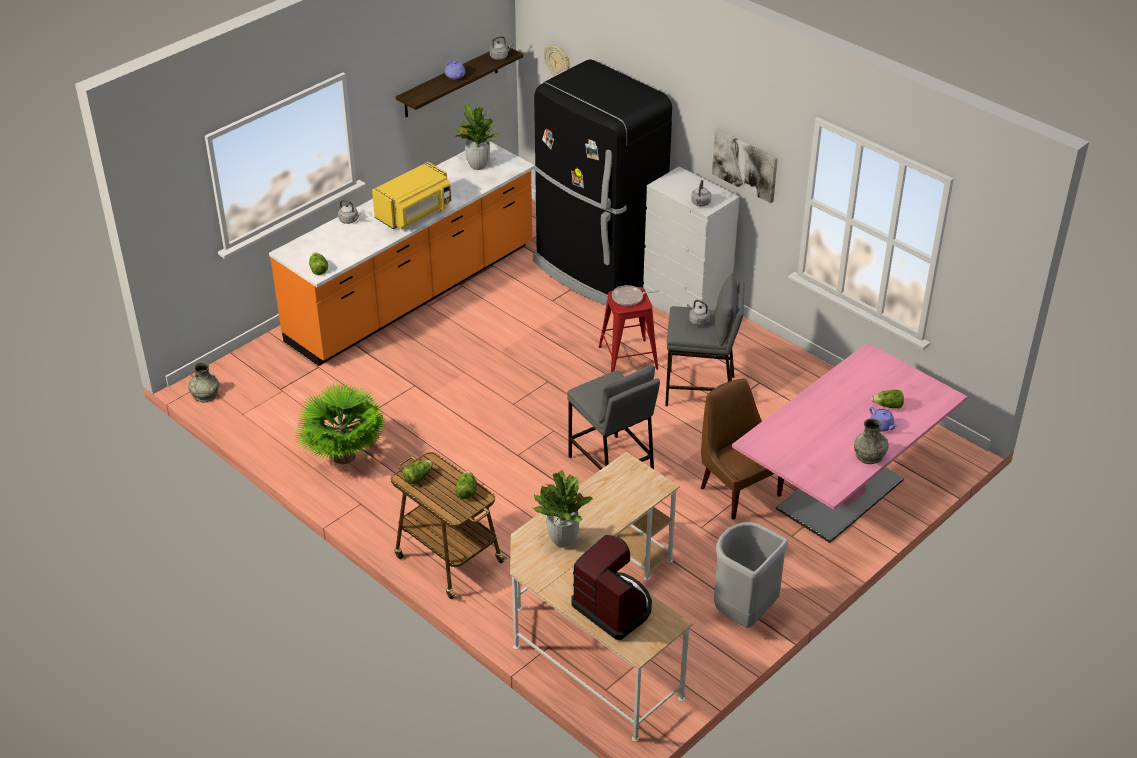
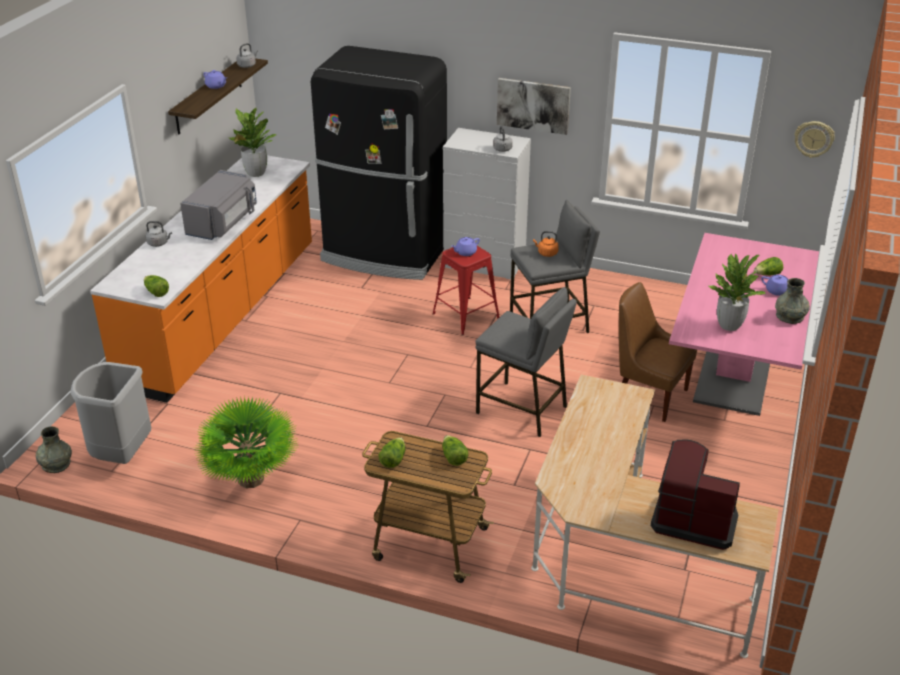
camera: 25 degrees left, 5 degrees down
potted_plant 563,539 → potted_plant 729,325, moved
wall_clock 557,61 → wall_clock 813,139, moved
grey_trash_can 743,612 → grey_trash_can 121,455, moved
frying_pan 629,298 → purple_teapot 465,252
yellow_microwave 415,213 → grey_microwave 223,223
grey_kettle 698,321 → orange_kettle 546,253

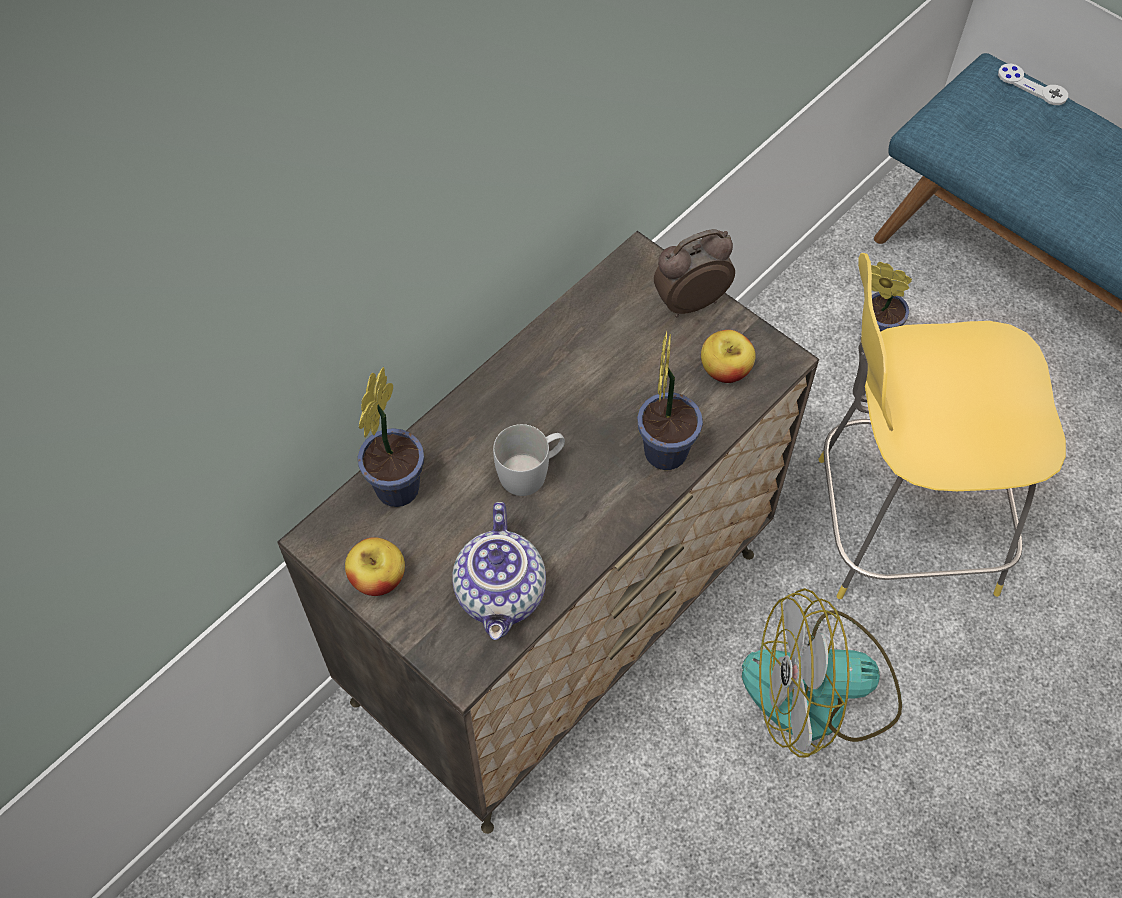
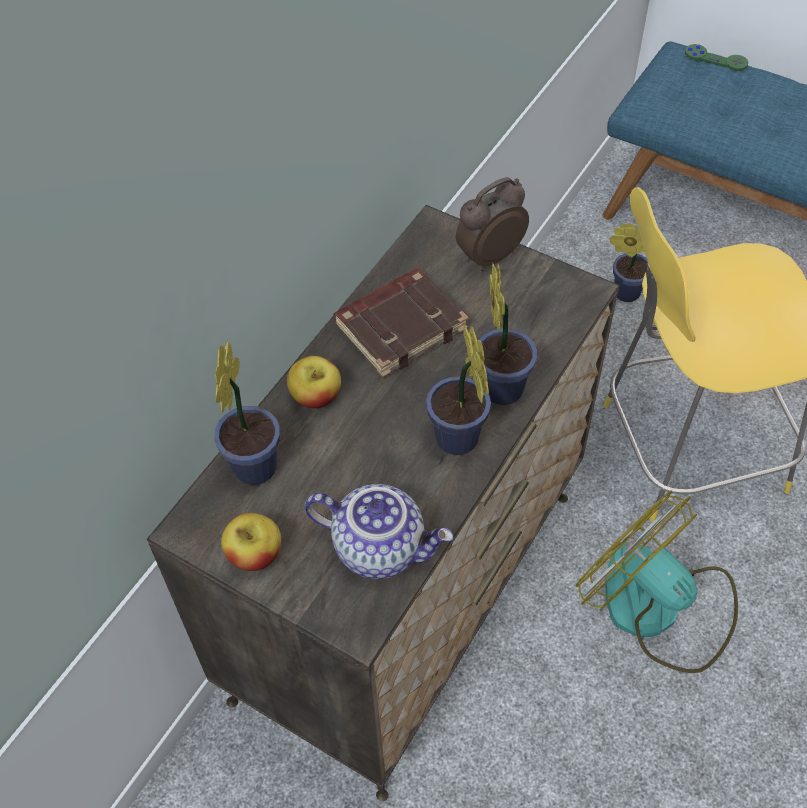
camera: 10 degrees left, 5 degrees down
white_mug 531,471 → -
- → brown_book 400,326
- → potted_plant 458,443
apple 725,370 → apple 316,396, moved
white_game_controller 1032,86 → green_game_controller 715,59
teapot 503,594 → teapot 381,546, 60 degrees counterclockwise
fan 820,693 → fan 657,608, 60 degrees clockwise

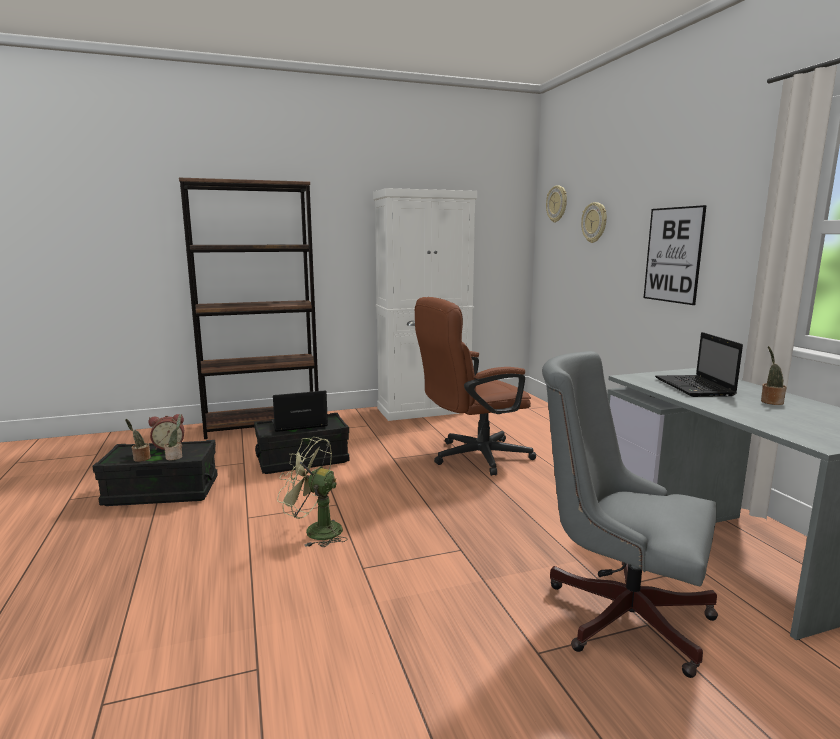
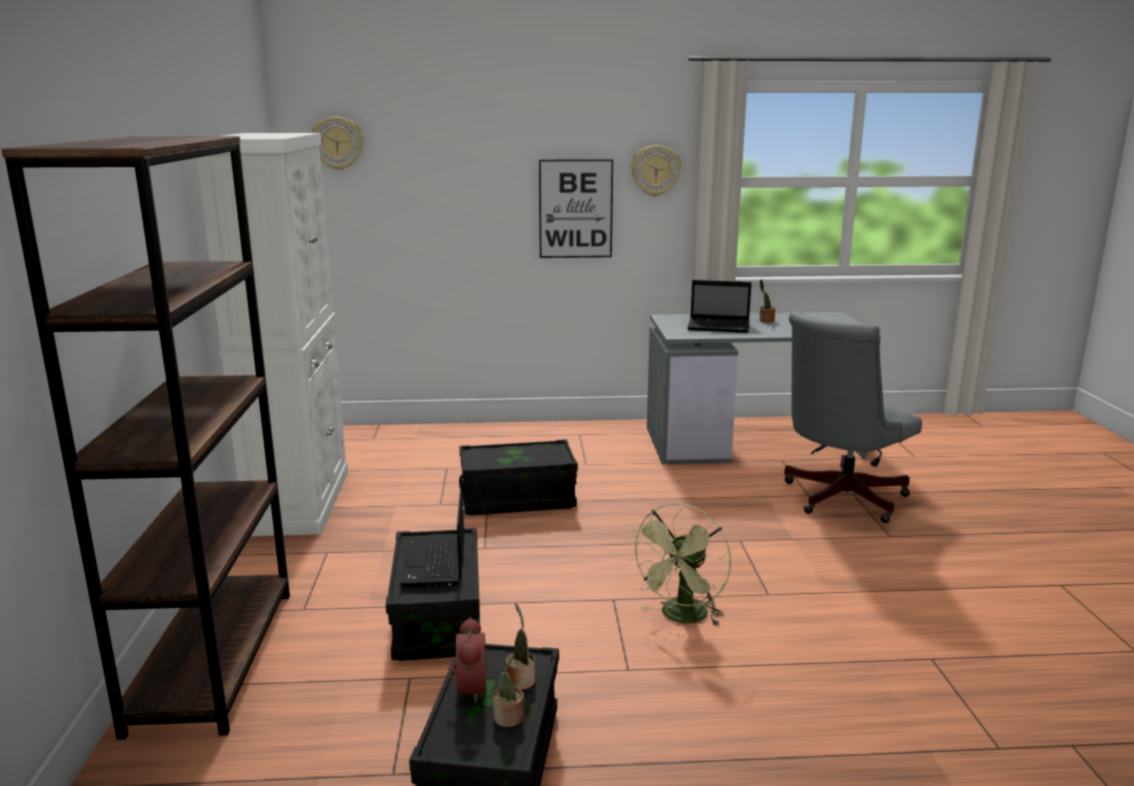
camera: 75 degrees left, 5 degrees up
wall_clock 594,222 → wall_clock 655,170, moved
brown_office_chair 472,457 → black_storage_box 517,499

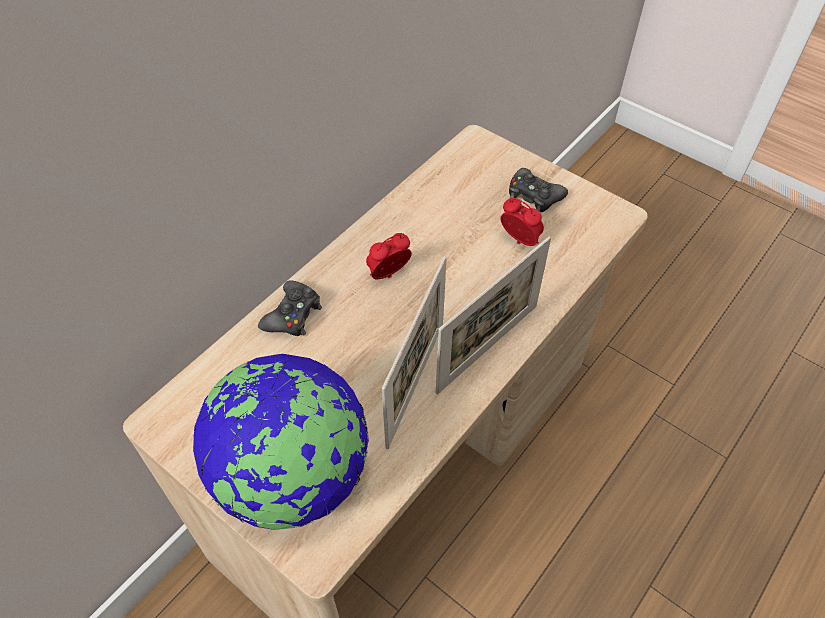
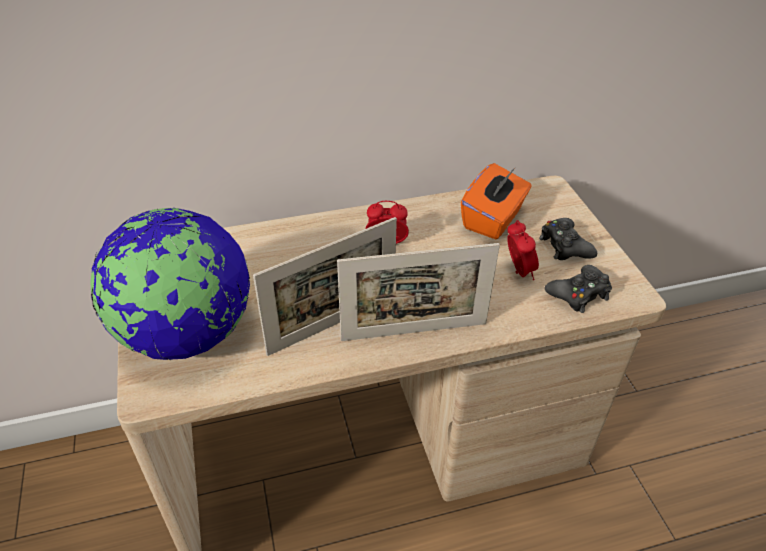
camera: 35 degrees right, 10 degrees down
- → orange_tissue_box 493,219
black_game_controller 293,315 → black_game_controller 579,294, moved

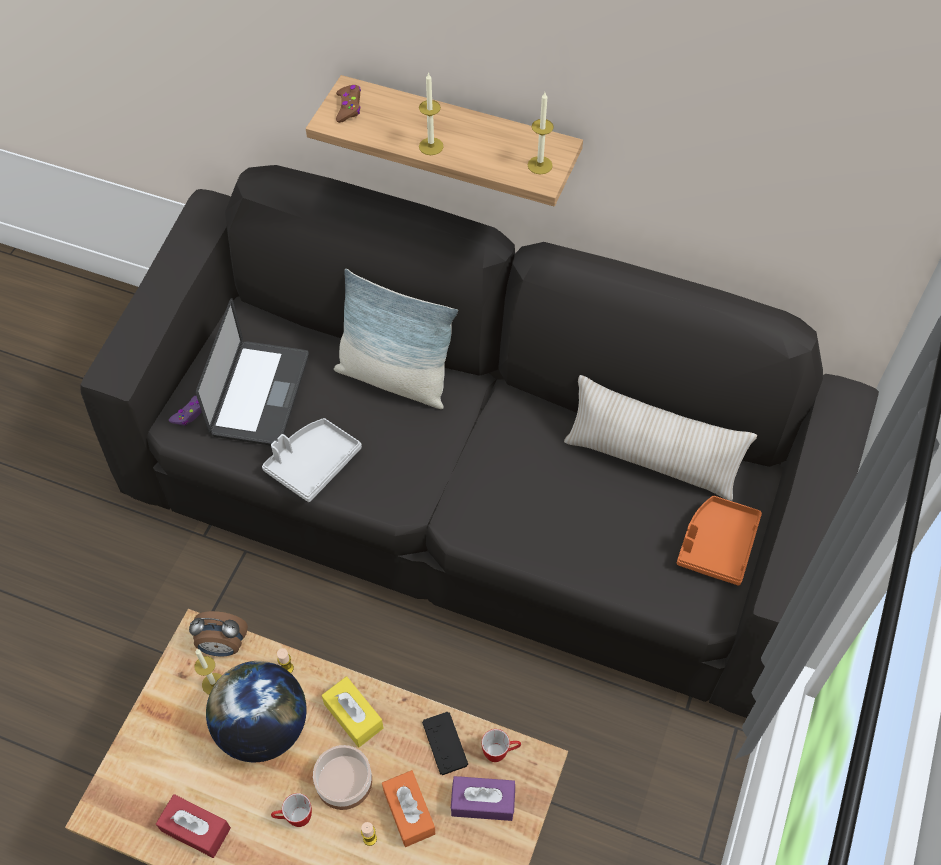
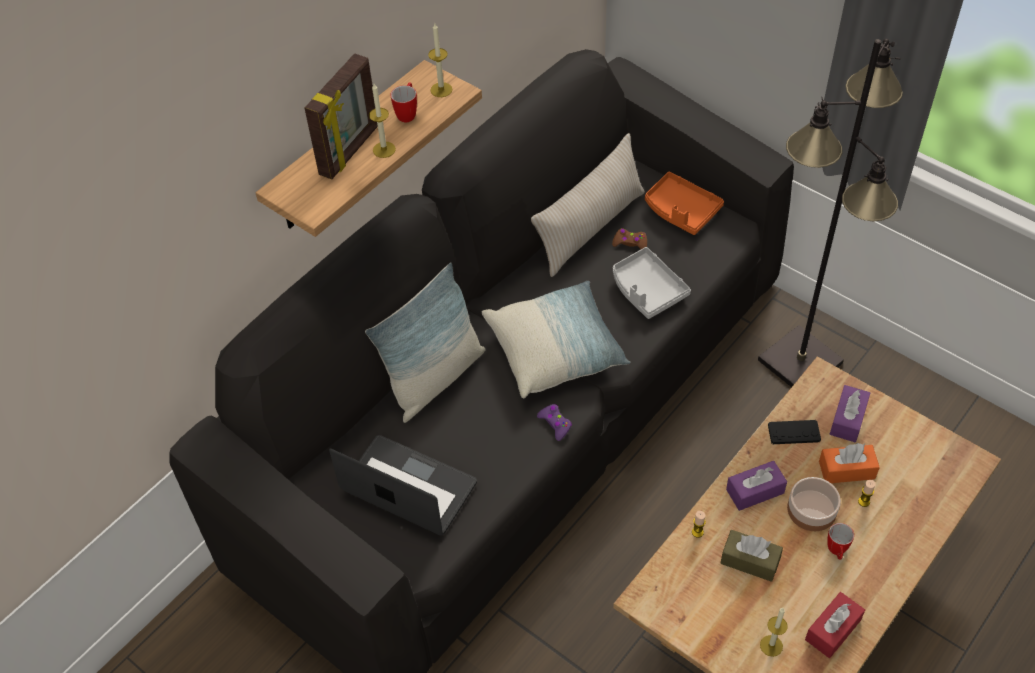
camera: 70 degrees left, 5 degrees down
alarm_clock 223,646 → -
- → picture_frame 350,151
- → pillow 555,350
- → black_floor_lamp 801,362
purple_game_controller 190,414 → purple_game_controller 555,424, moved
candle 213,684 → candle 771,645, moved
grey_tray 313,464 → grey_tray 647,290, moved
brown_game_controller 349,107 → brown_game_controller 630,243, moved
mug 500,752 → mug 408,113, moved
globe 263,727 → brown_tissue_box 750,561
yellow_tissue_box 353,716 → purple_tissue_box 755,491

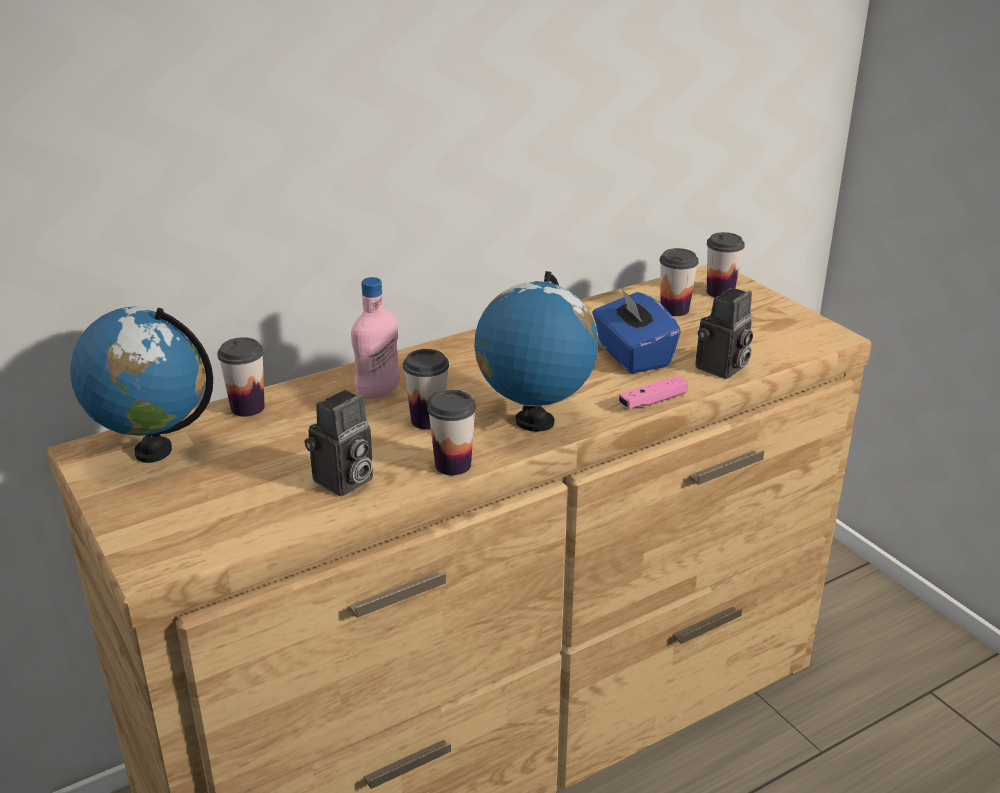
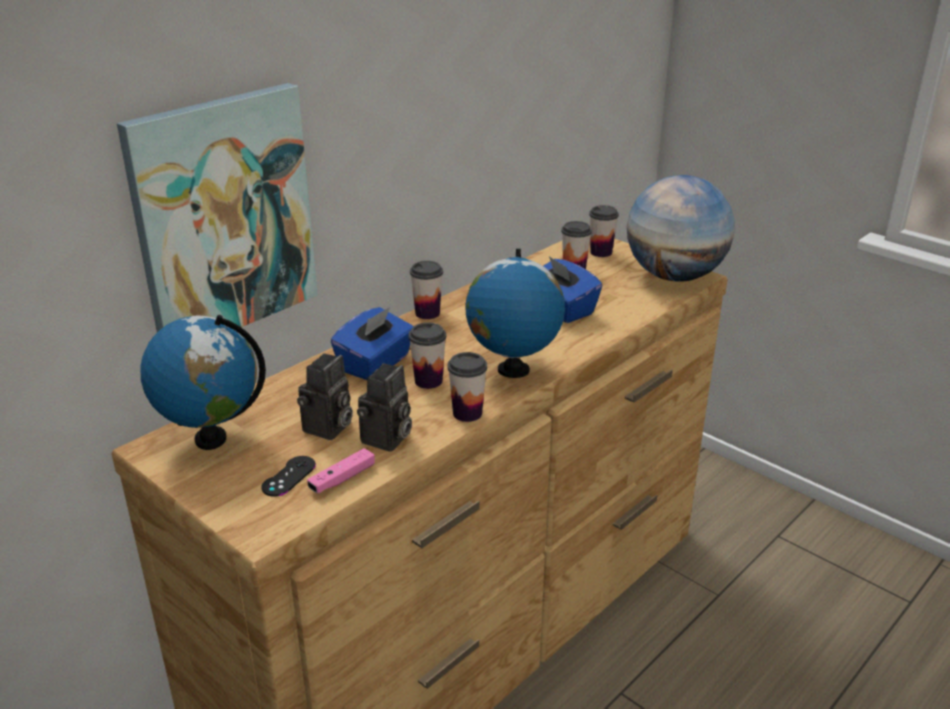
camera: 15 degrees left, 0 degrees up
- → picture 224,217
- → black_game_controller 289,476
- → globe 675,276
cup 247,408 → cup 427,313, moved
pink_game_controller 652,401 → pink_game_controller 342,478, moved
photo_camera 722,368 → photo_camera 328,429, moved
pink_bottle 378,392 → blue_tissue_box 376,364

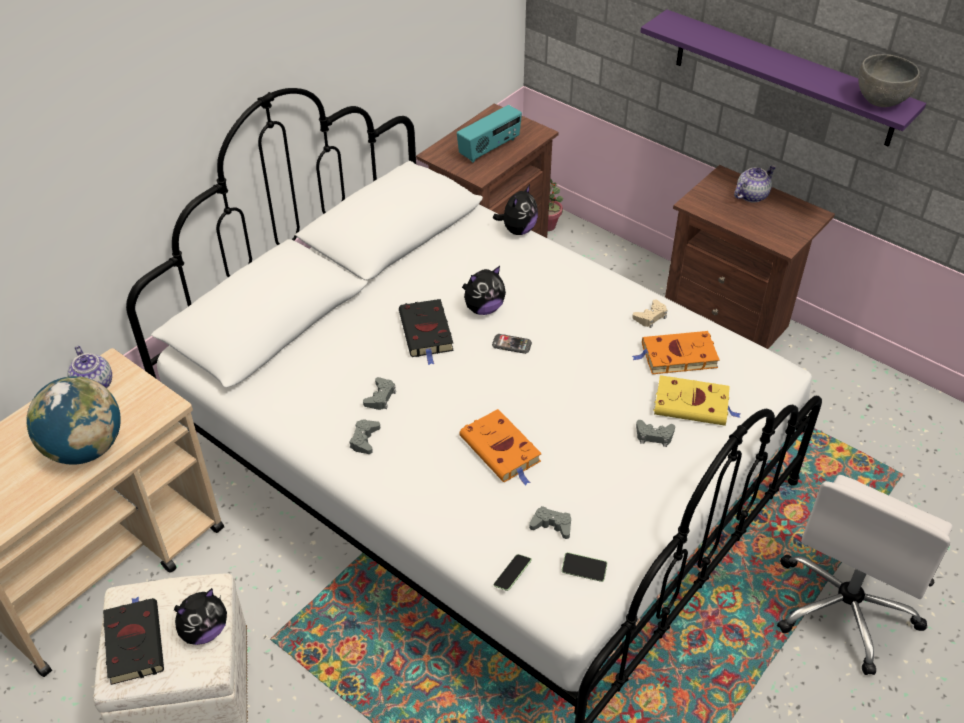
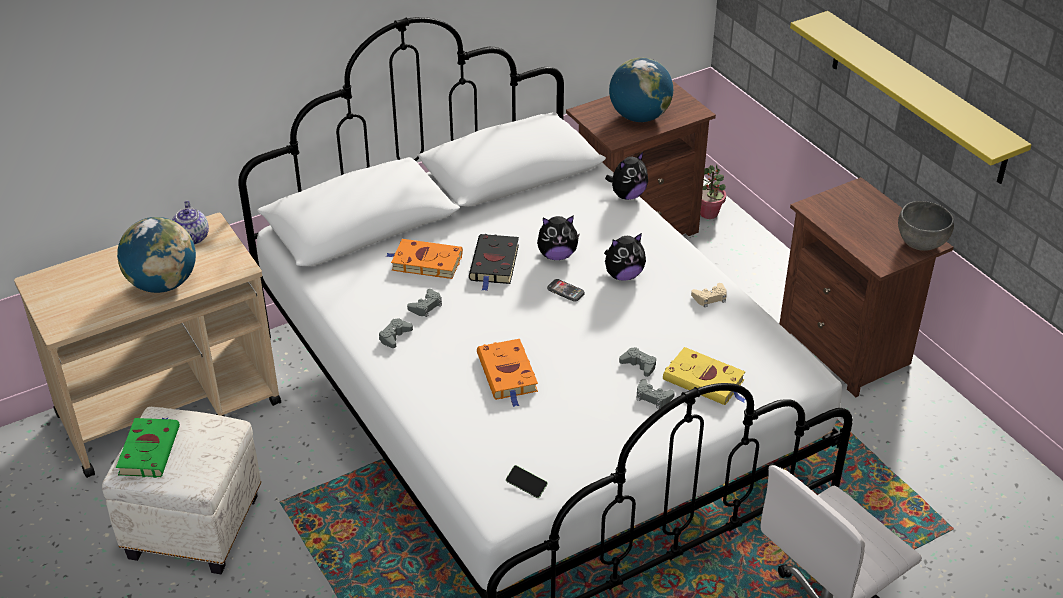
camera: 20 degrees right, 5 degrees down
phone 512,576 → -
teapot 751,195 → -
plush_toy 204,631 → plush_toy 623,275, moved
grey_game_controller 551,525 → grey_game_controller 639,365, moved
orange_book 676,356 → orange_book 425,262, moved
grey_bowl 880,101 → grey_bowl 920,243, moved
radio 490,148 → globe 639,117
black_book 134,641 → green_book 149,449
purple_shelf 783,78 → yellow_shelf 918,97

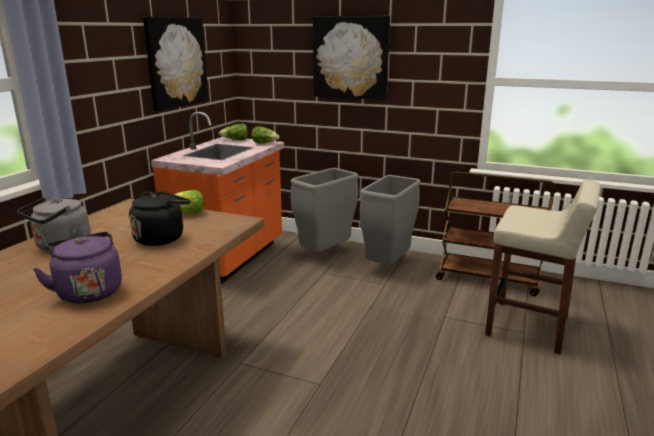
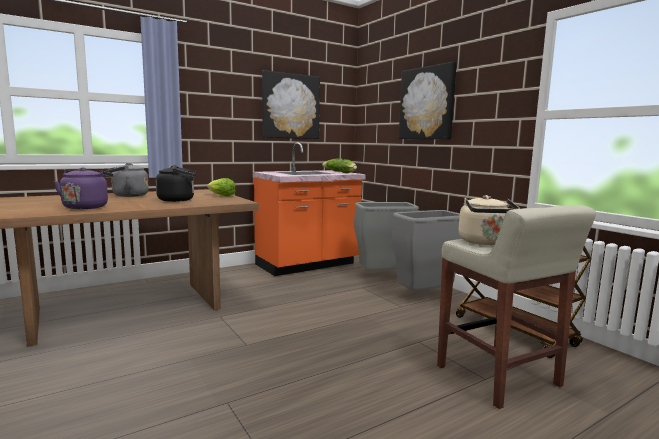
camera: 35 degrees right, 10 degrees down
- → beige_kettle 484,242

